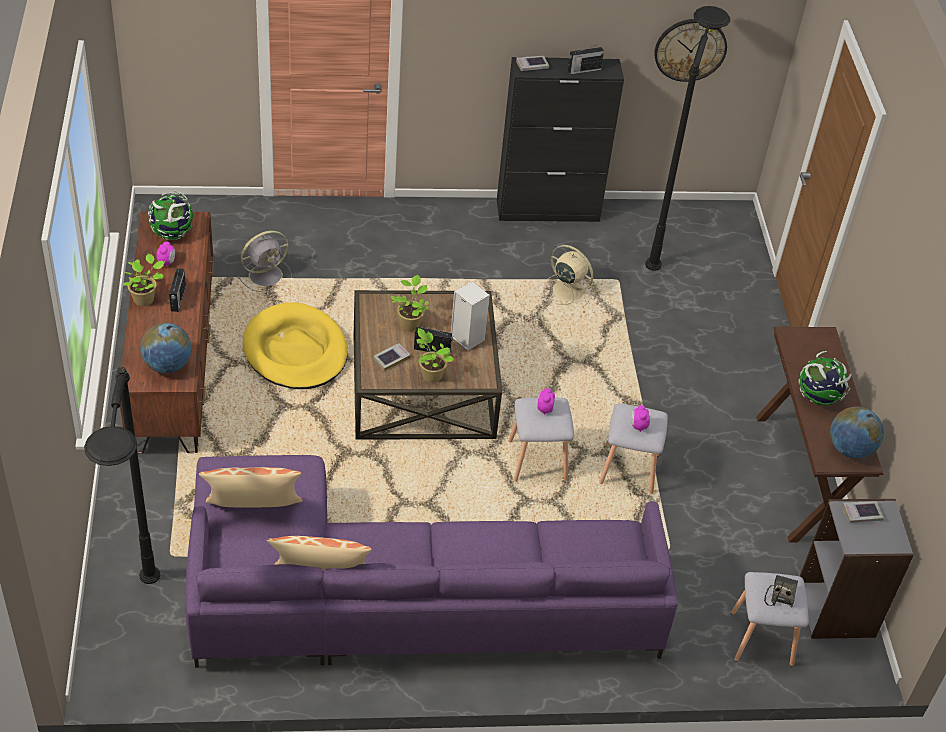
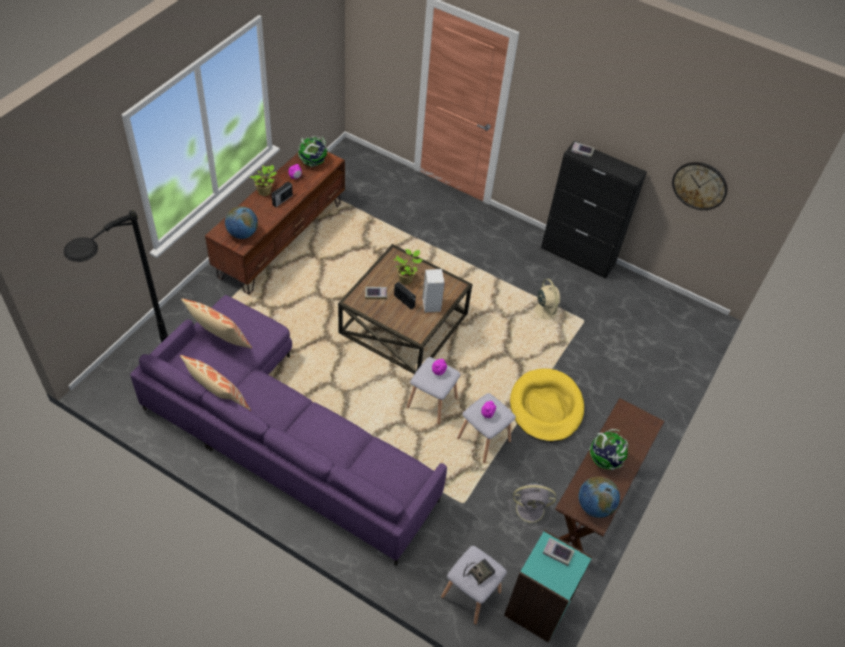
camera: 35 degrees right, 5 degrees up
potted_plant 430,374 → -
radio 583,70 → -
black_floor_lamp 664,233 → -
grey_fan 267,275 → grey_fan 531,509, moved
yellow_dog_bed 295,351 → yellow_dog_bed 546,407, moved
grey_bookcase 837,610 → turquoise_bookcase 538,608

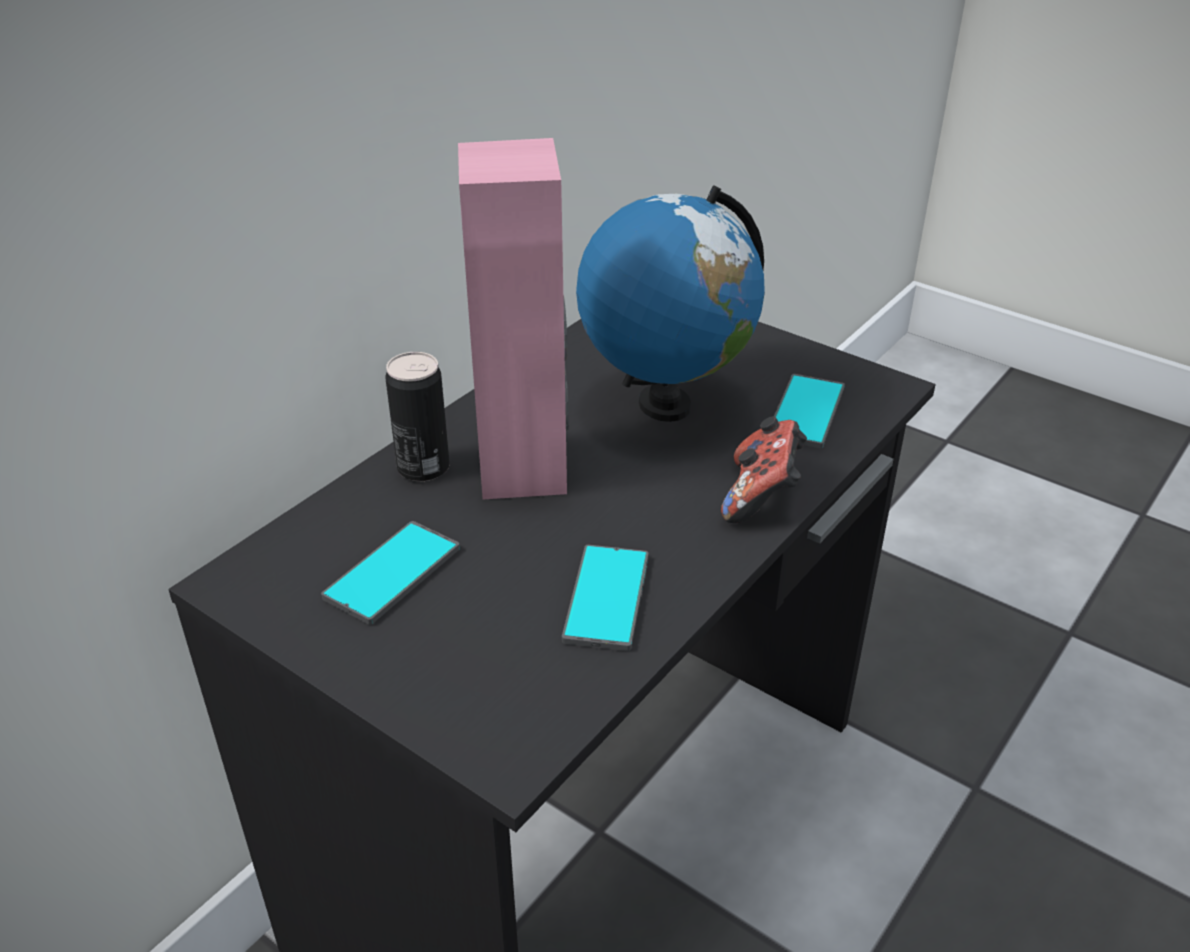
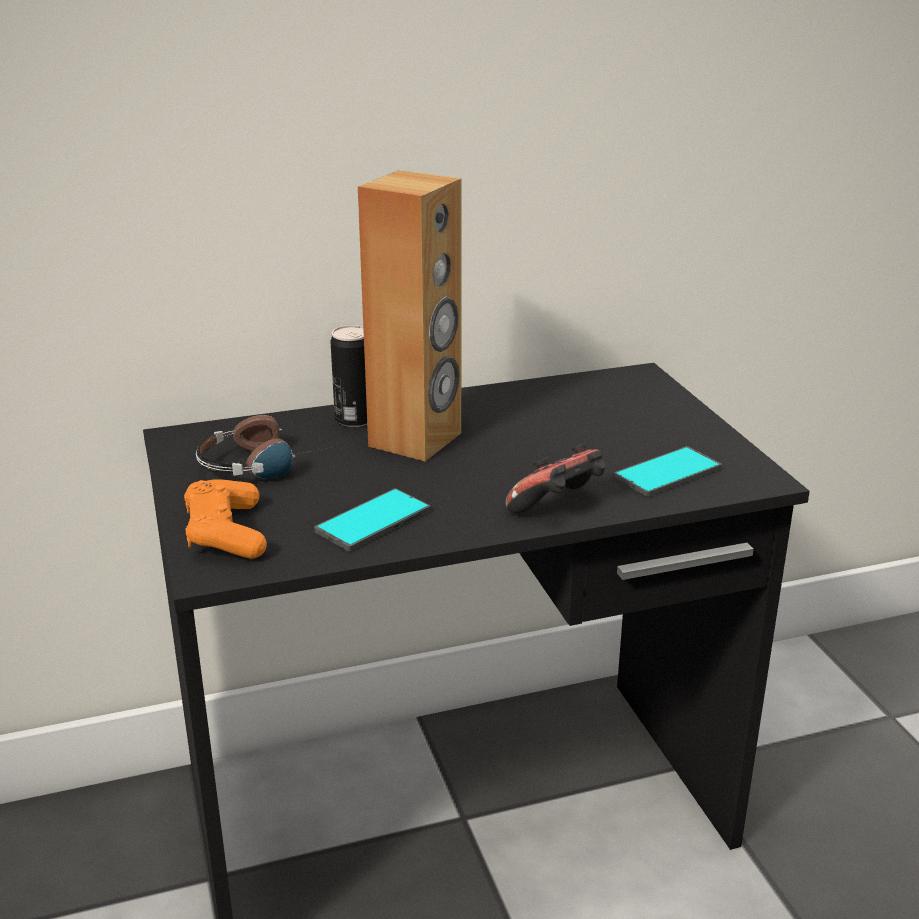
camera: 35 degrees right, 10 degrees down
globe 664,404 → -
- → orange_game_controller 226,533
phone 392,573 → headphones 265,463
pink_speaker 524,468 → brown_speaker 416,440

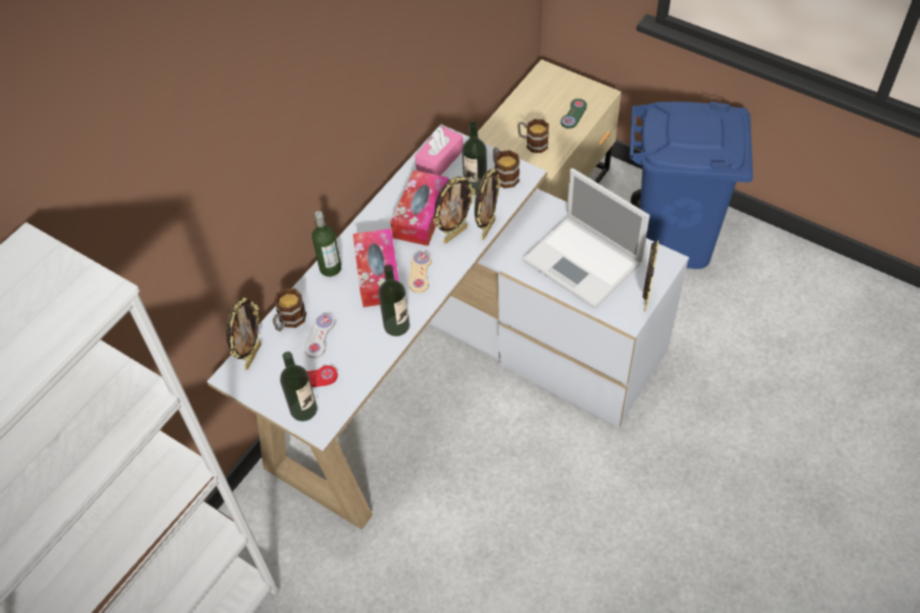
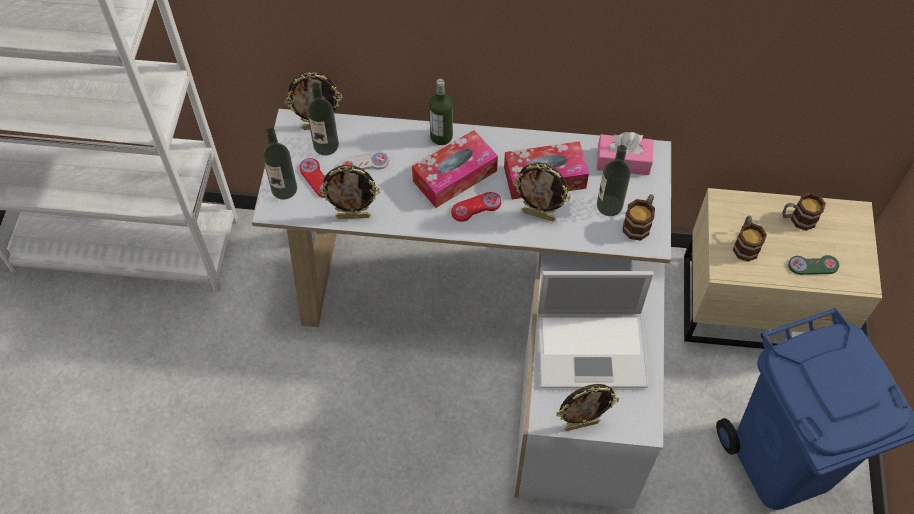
camera: 60 degrees right, 5 degrees up
mug 289,321 → mug 798,219, moved
bottle 396,326 → bottle 326,145, moved
picture_frame 487,229 → picture_frame 353,216, moved
beige_game_controller 420,273 → red_game_controller 476,207
laptop 583,262 → laptop 593,348, 105 degrees counterclockwise

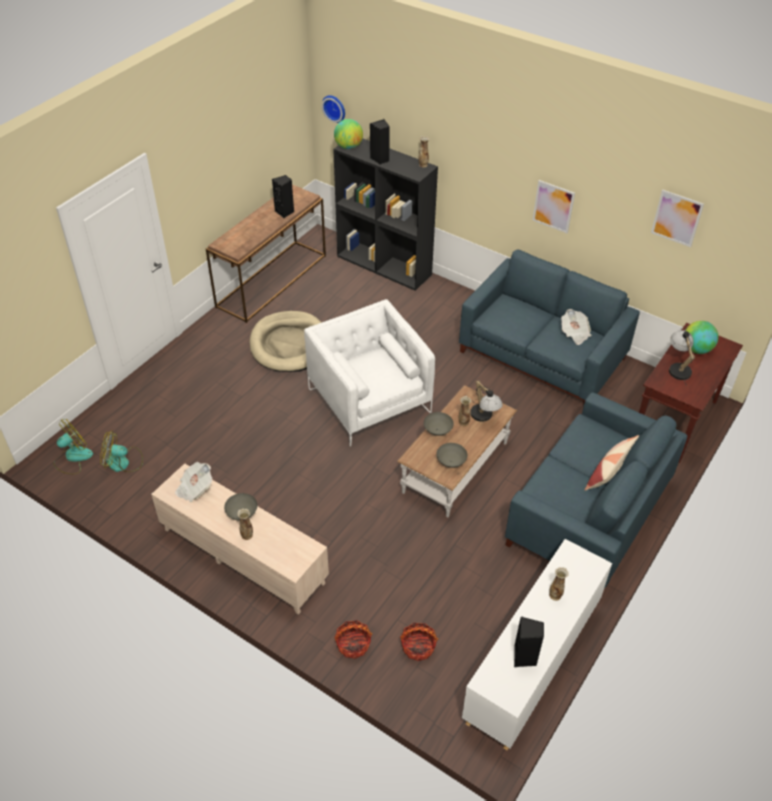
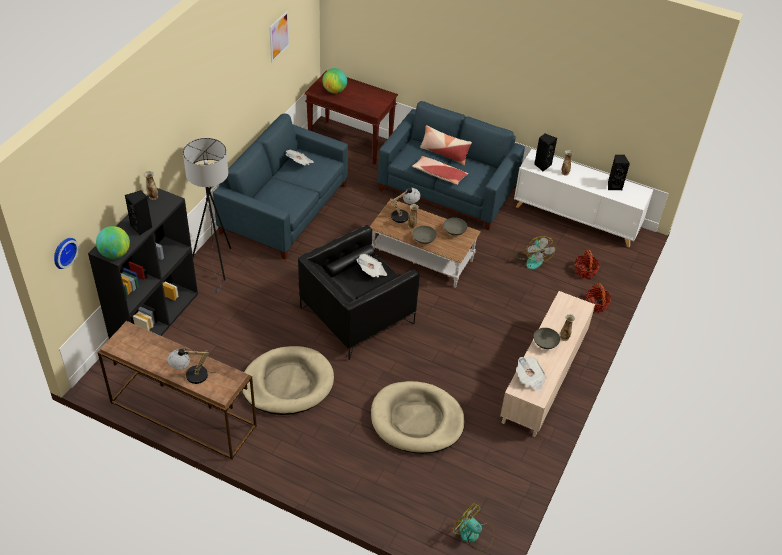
camera: 100 degrees left, 0 degrees up
picture 553,206 → -
- → grey_floor_lamp 217,265
- → newspaper 372,272
- → beige_dog_bed 417,420
- → pillow 439,174
fan 123,462 → fan 533,258, moved
black_speaker 285,212 → black_speaker 542,165, moved
table_lamp 678,367 → table_lamp 190,376, moved
white_armchair 369,400 → black_armchair 356,316

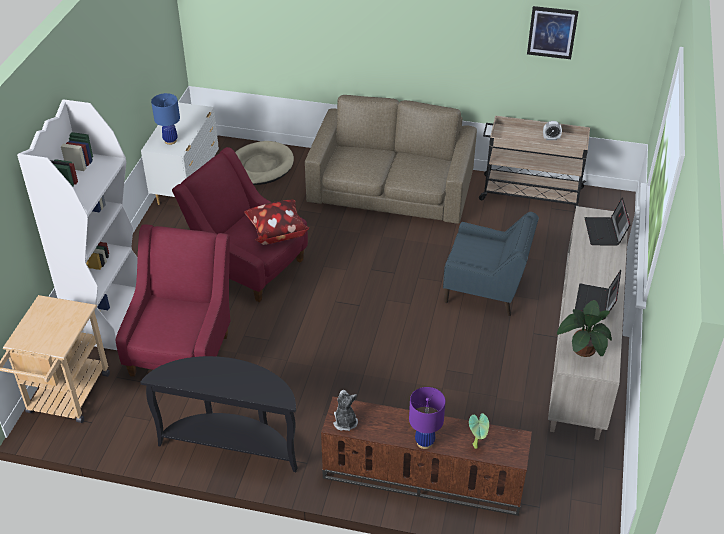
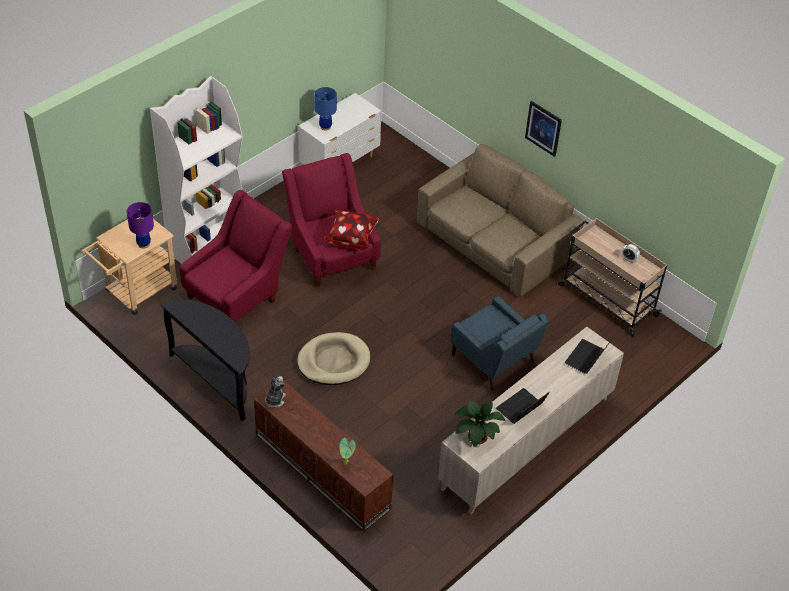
camera: 30 degrees right, 5 degrees up
beige_dog_bed 260,166 → beige_dog_bed 333,361, moved
purple_table_lamp 425,442 → purple_table_lamp 144,244, moved
picture 552,32 → picture 543,128, moved

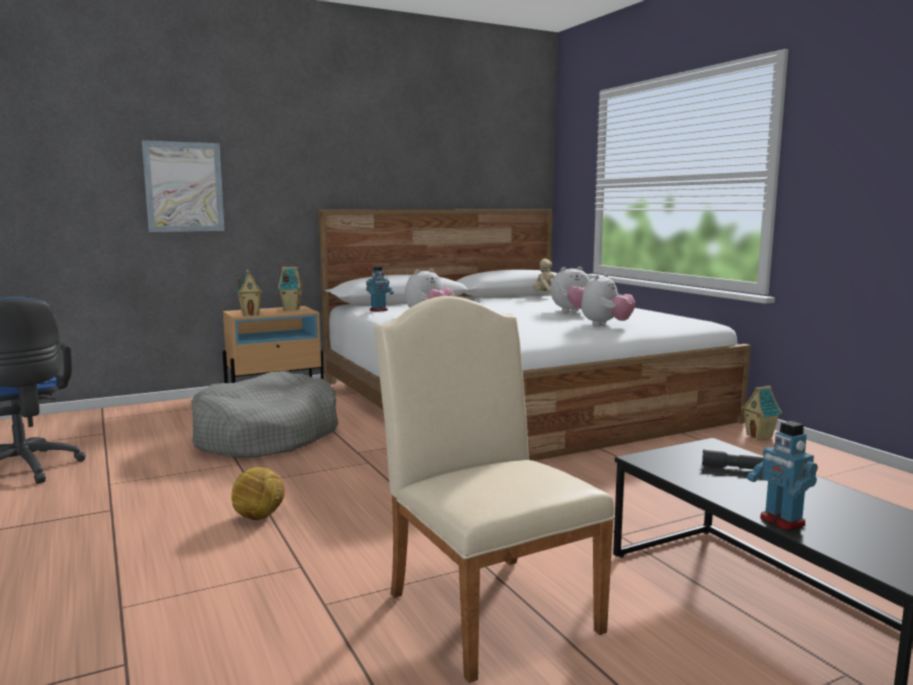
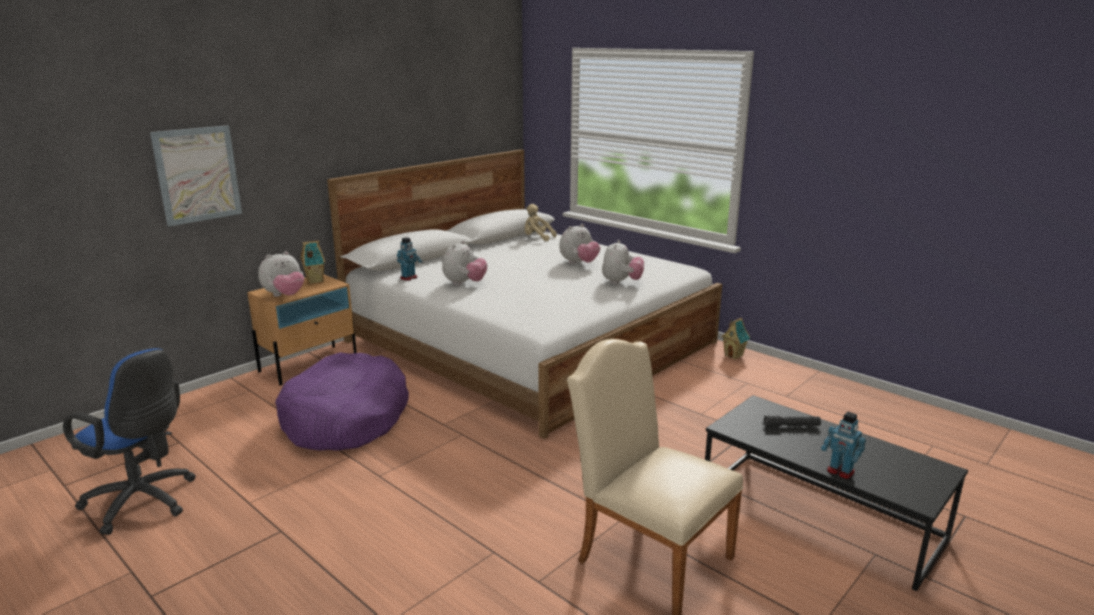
camera: 20 degrees left, 10 degrees up
football 259,517 → -
toy_house 250,314 → plush_toy 285,296
grey_dog_bed 266,436 → purple_dog_bed 346,419

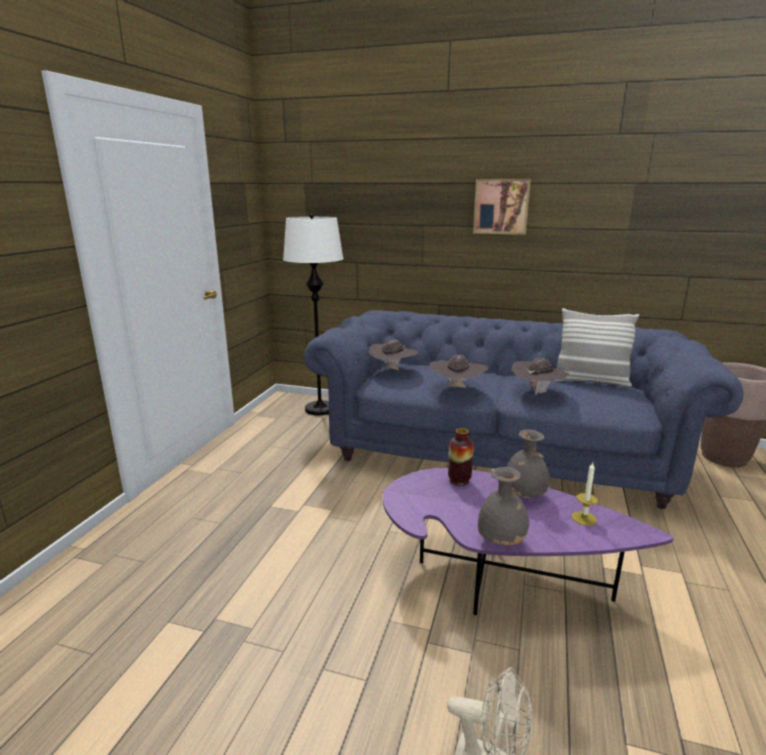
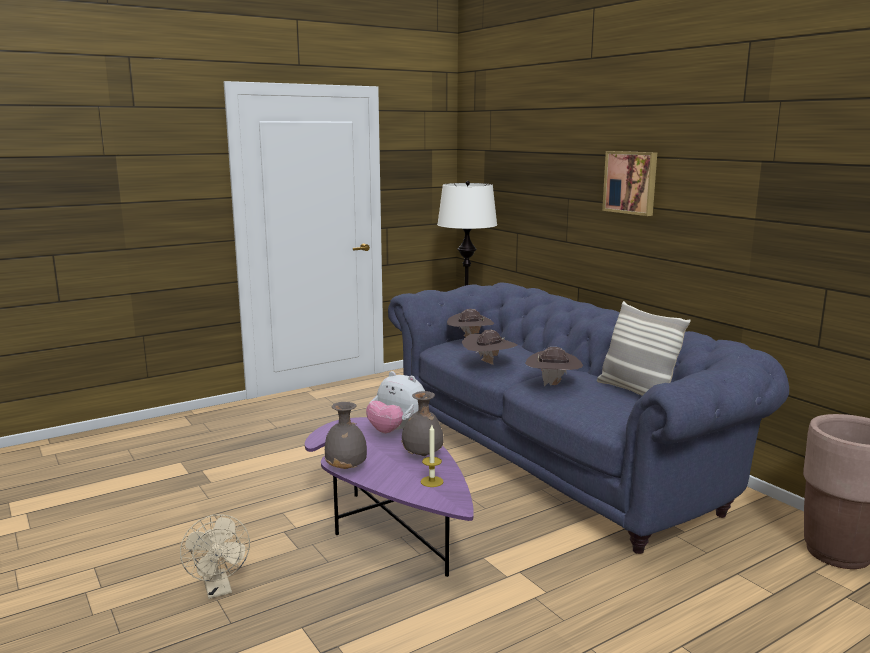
camera: 40 degrees right, 5 degrees down
vase 459,480 → plush_toy 397,432

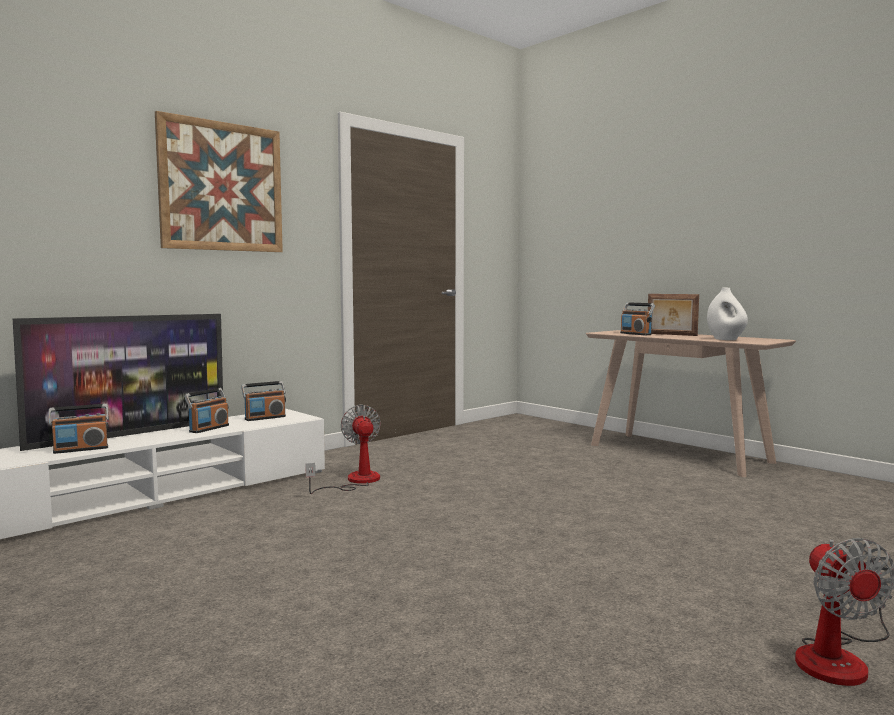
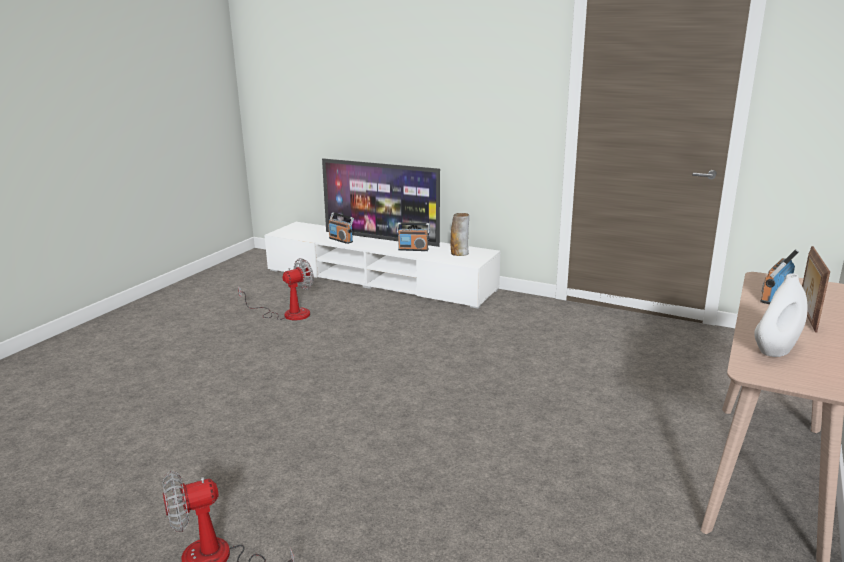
camera: 70 degrees right, 15 degrees up
picture 222,187 → -
fan 355,481 → fan 288,314, moved
radio 265,418 → vase 459,253

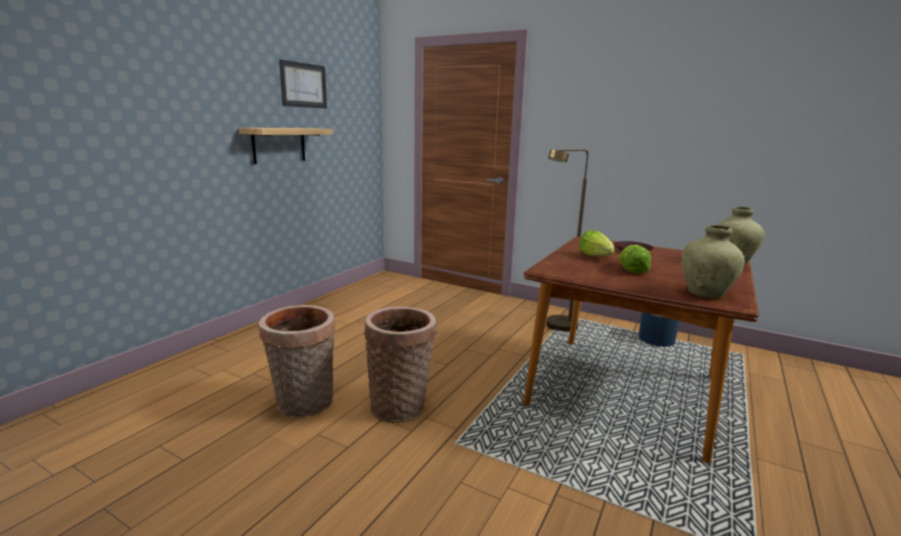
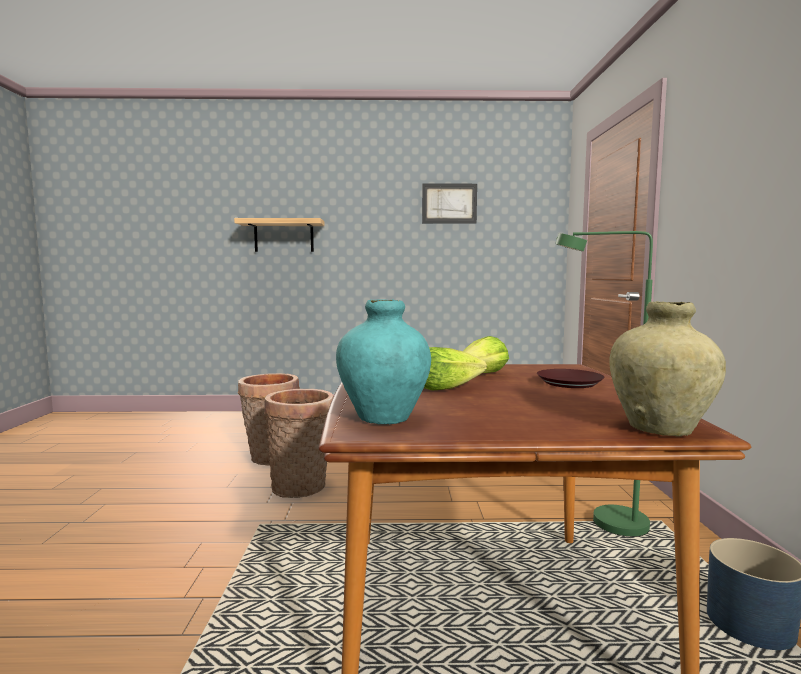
camera: 60 degrees right, 10 degrees down
shelf 279,145 → shelf 284,236, moved
brown_floor_lamp 557,328 → green_floor_lamp 604,523
beige_vase 705,294 → turquoise_vase 383,418

